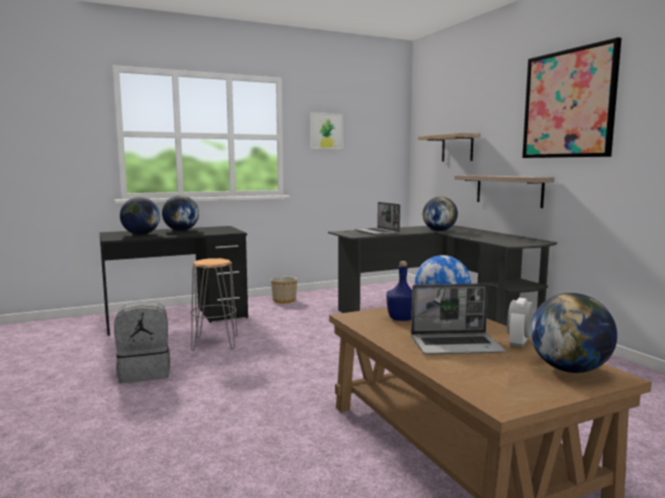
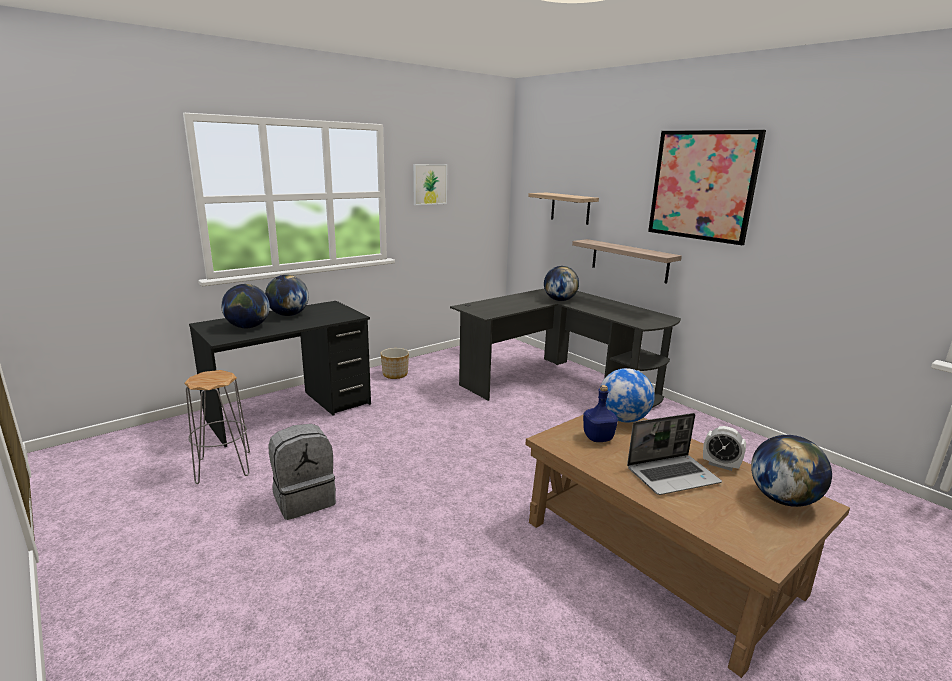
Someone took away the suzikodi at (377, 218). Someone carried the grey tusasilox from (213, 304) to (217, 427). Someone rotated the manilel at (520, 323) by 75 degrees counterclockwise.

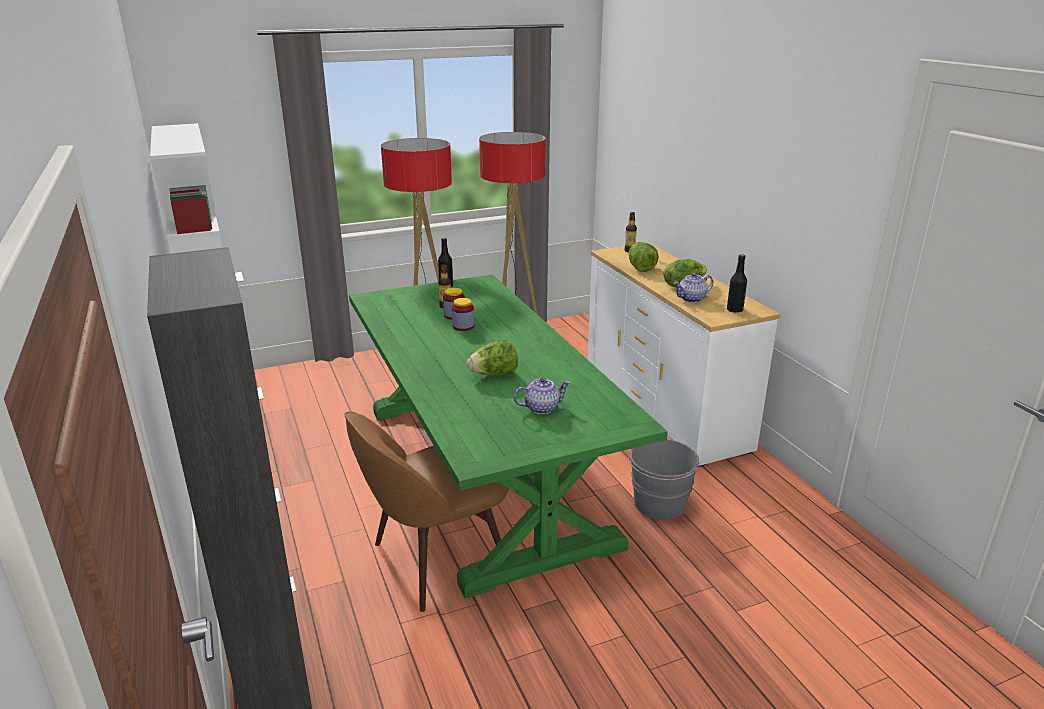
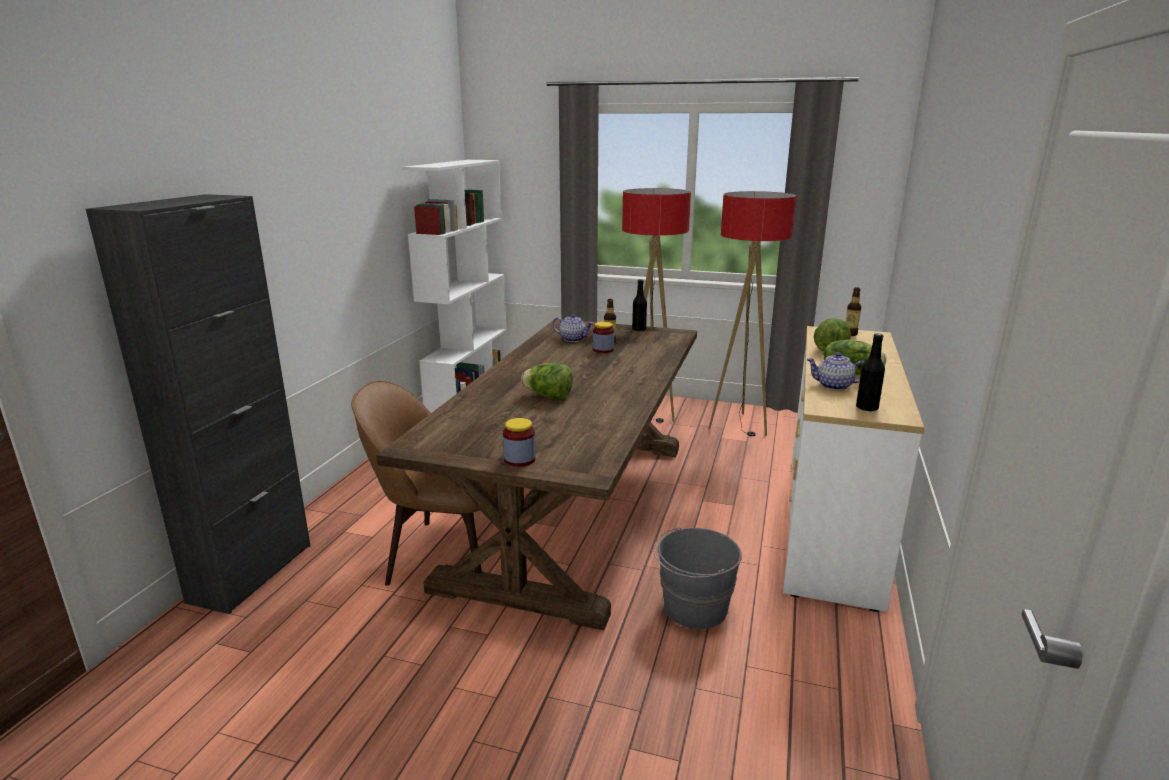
Someone repainted the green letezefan at (508, 436), which became the brown letezefan at (536, 474). Someone carried the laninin from (463, 314) to (519, 442). Someone carried the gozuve from (542, 395) to (573, 328).

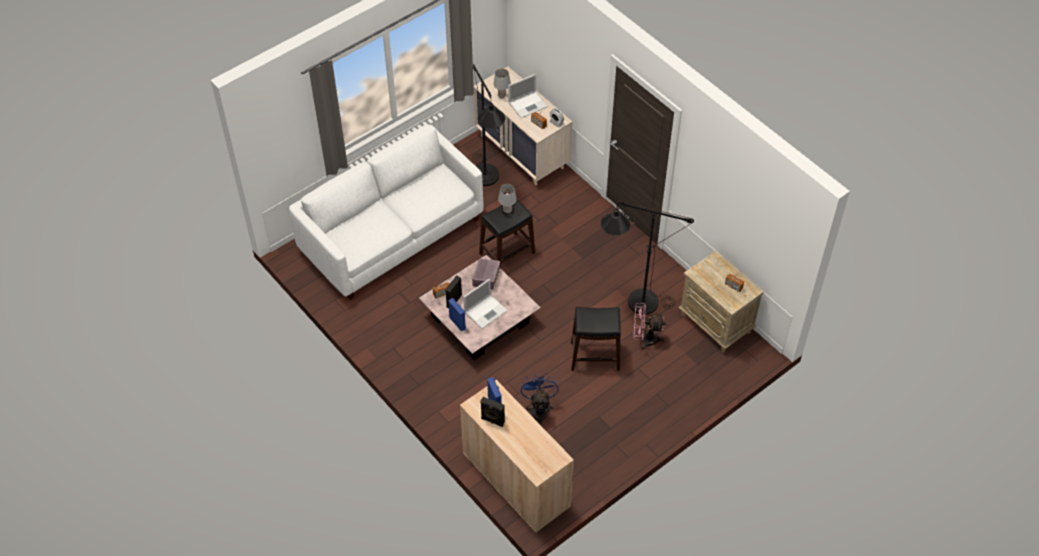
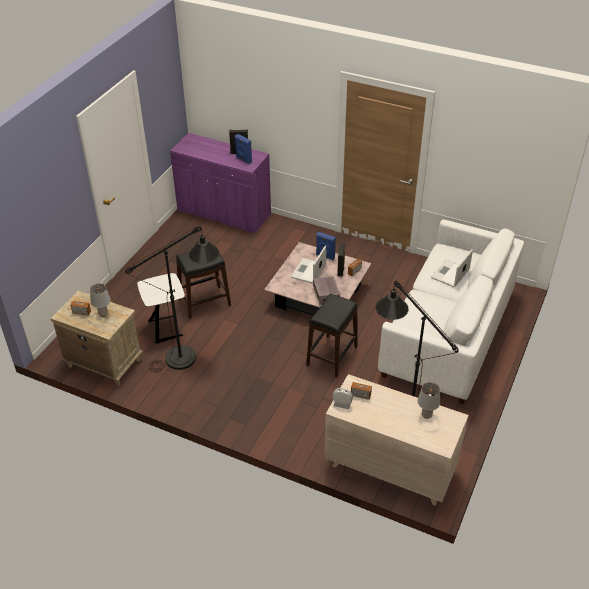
Someone carried the suzikodi from (528, 96) to (452, 268). Someone carried the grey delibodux from (507, 198) to (100, 300). Someone swapped the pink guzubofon at (649, 326) for the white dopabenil at (161, 308). Someone took away the blue guzubofon at (540, 399). Someone repainted the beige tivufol at (517, 456), which became the purple tivufol at (220, 183).

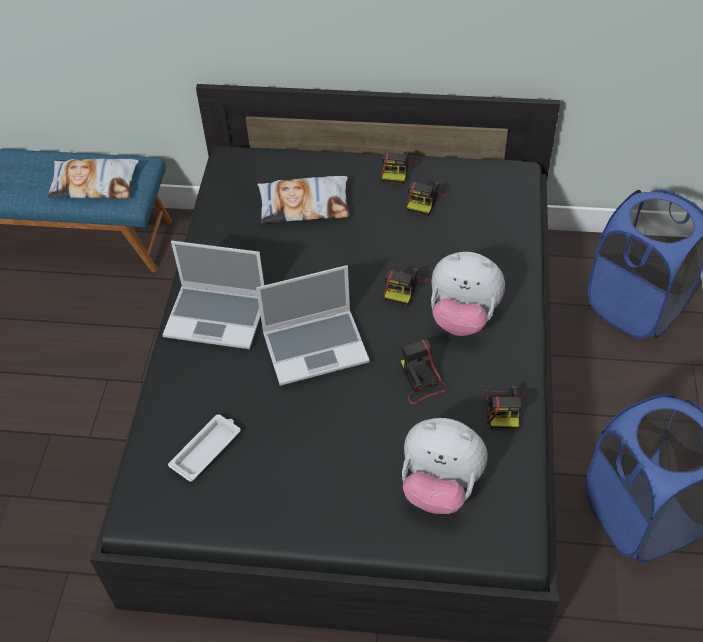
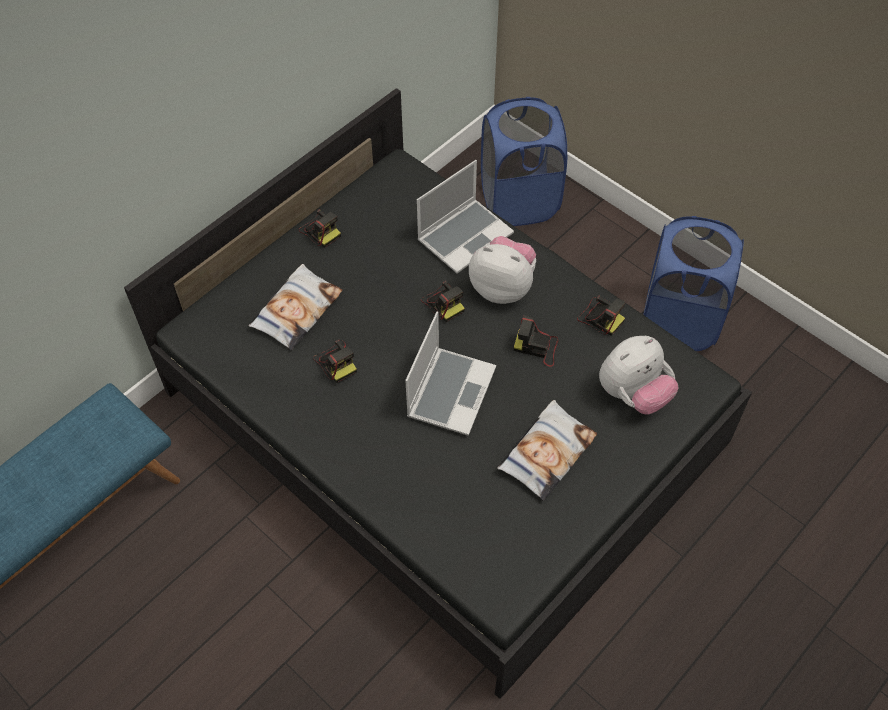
Someone carried the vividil from (93, 178) to (547, 450). Someone carried the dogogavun from (427, 199) to (335, 361). Someone carried the suzikodi from (213, 295) to (465, 217). Someone rotated the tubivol at (468, 294) by 120 degrees counterclockwise. Someone took away the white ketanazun at (204, 448).

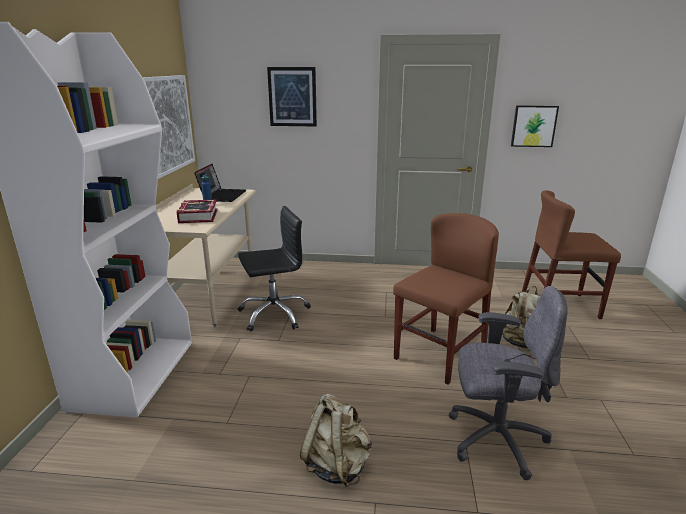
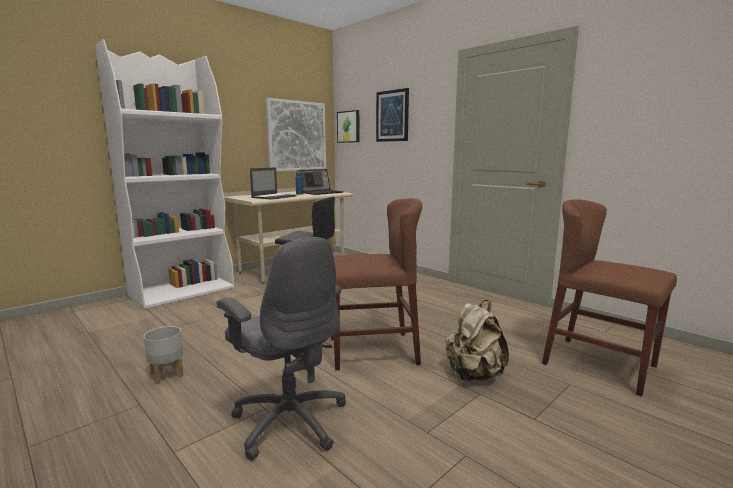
Someone carried the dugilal from (535, 126) to (348, 126). Someone swapped the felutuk at (197, 211) for the suzikodi at (273, 183). Someone swapped the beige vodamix at (336, 440) for the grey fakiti at (163, 355).

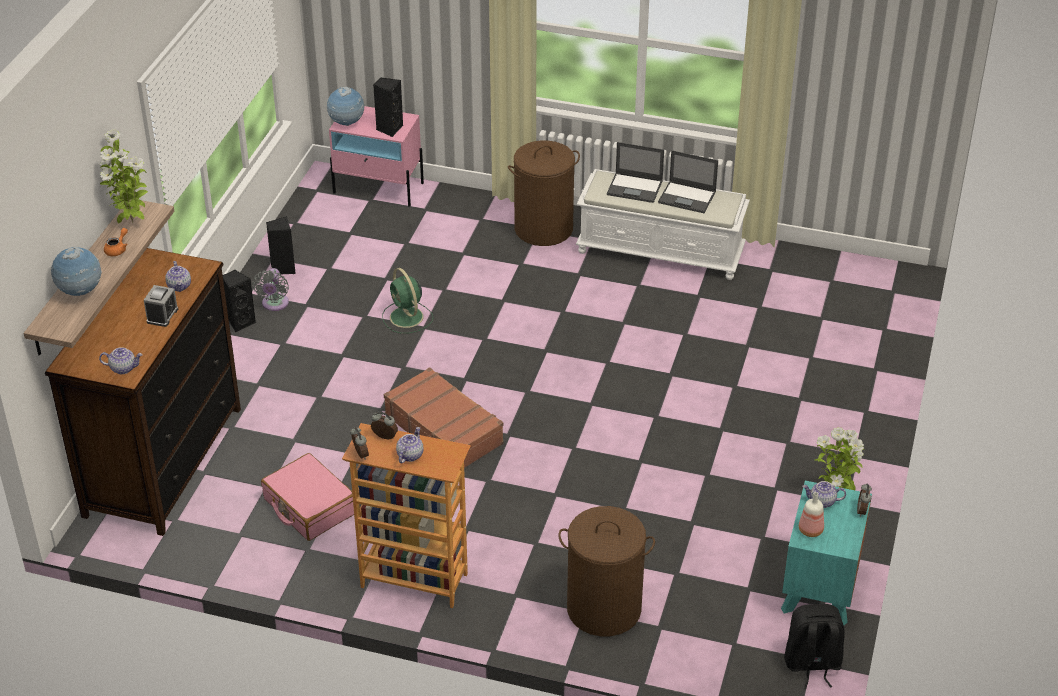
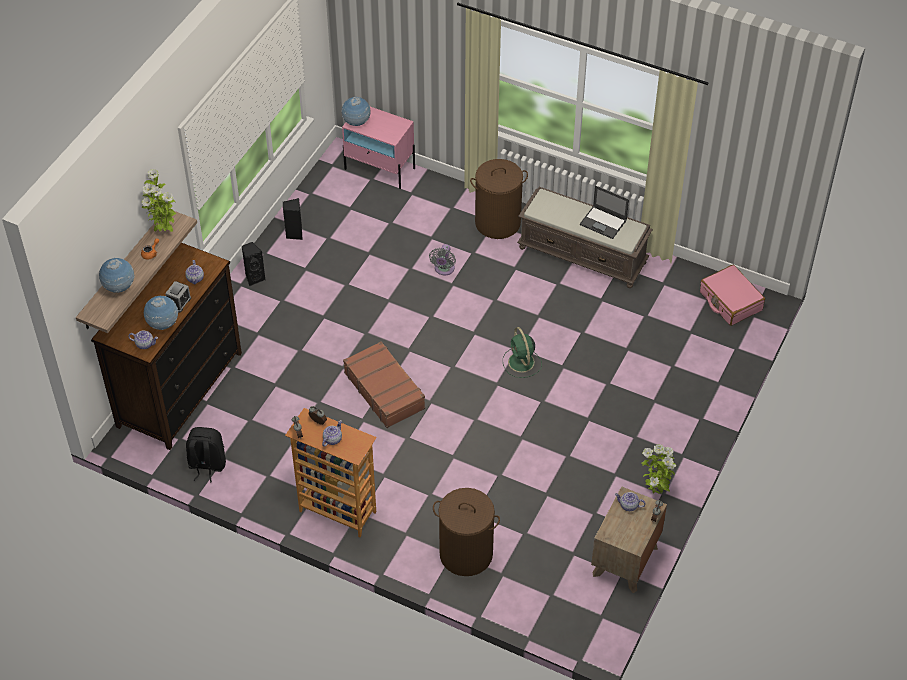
Someone took away the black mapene at (388, 107). Someone took away the suzikodi at (635, 172). Someone repainted the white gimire at (663, 224), which became the brown gimire at (585, 237). Someone carried the grey guzubofon from (270, 289) to (442, 259). Someone carried the green guzubofon from (407, 301) to (522, 352). Someone carried the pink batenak from (307, 497) to (732, 295). Someone repainted the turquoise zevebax at (826, 553), which became the brown zevebax at (629, 539). Someone took away the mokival at (811, 514). Someone carried the black vodamix from (814, 646) to (206, 455). Someone put down the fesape at (161, 313).

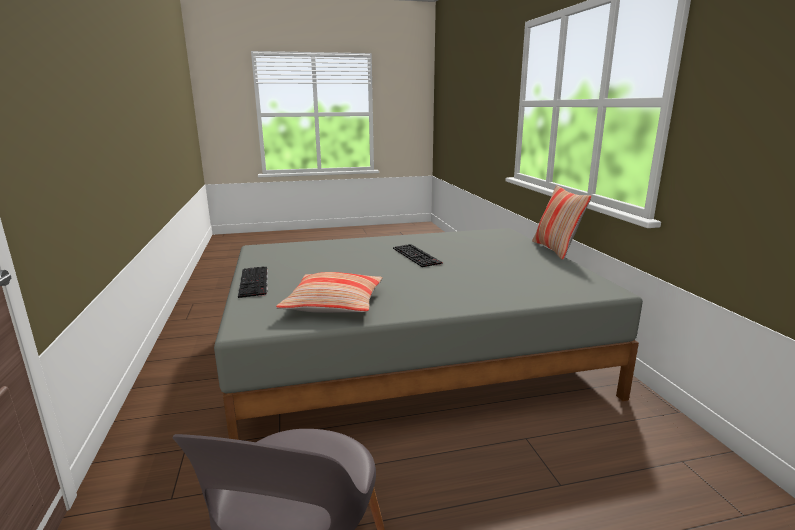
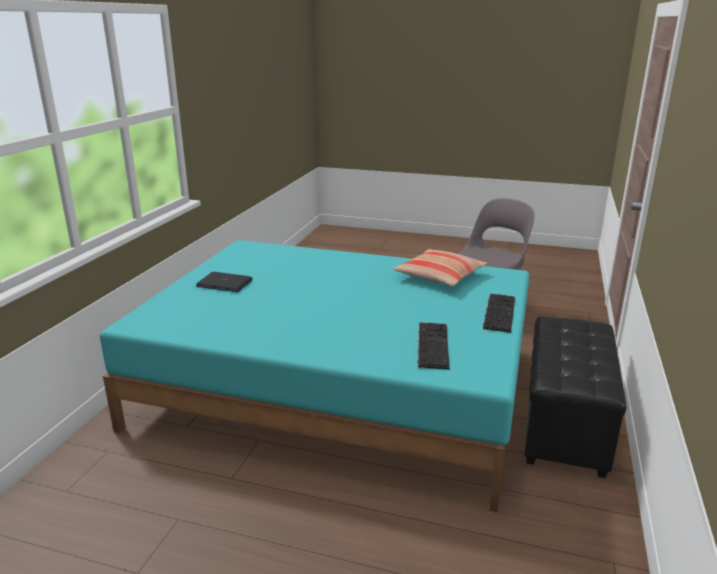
Someone took away the vividil at (561, 222). Someone repainted the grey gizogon at (428, 334), which became the turquoise gizogon at (315, 376). Someone carried the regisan from (418, 255) to (433, 346). Someone put down the suzikodi at (224, 282). Someone put down the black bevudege at (576, 397).

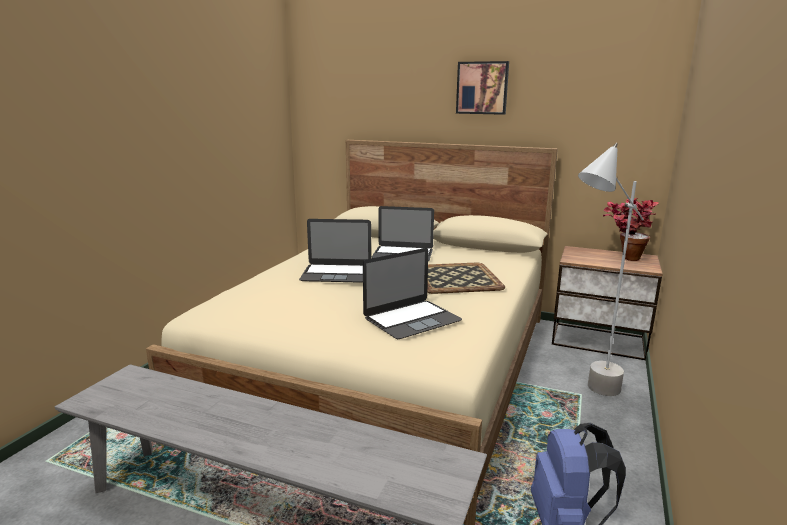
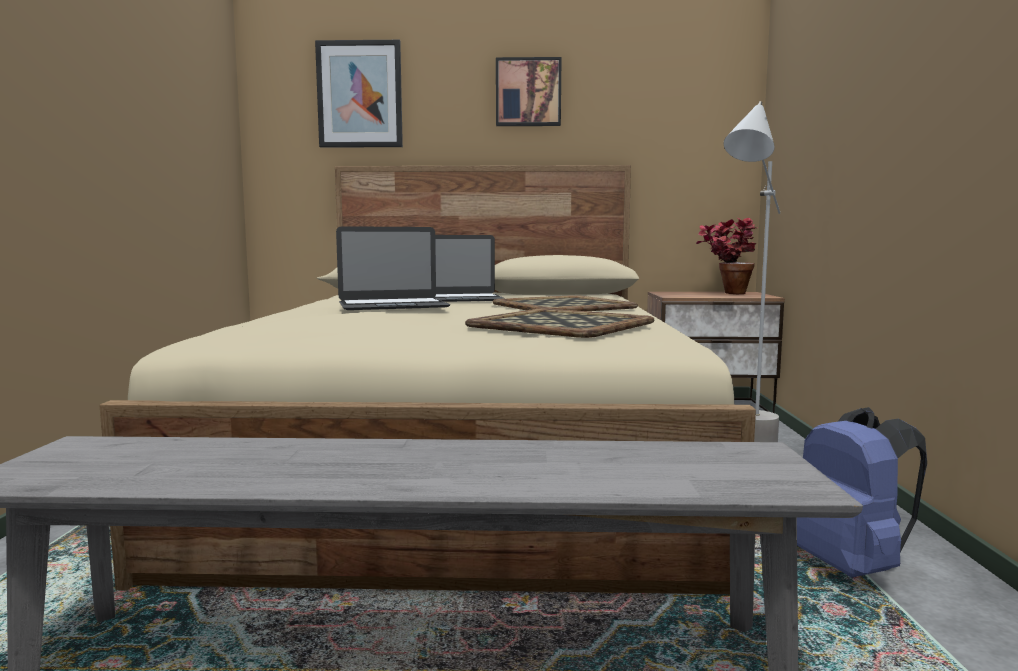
Someone swapped the suzikodi at (412, 293) for the ketanazun at (559, 323). Someone put up the dugilal at (359, 94).

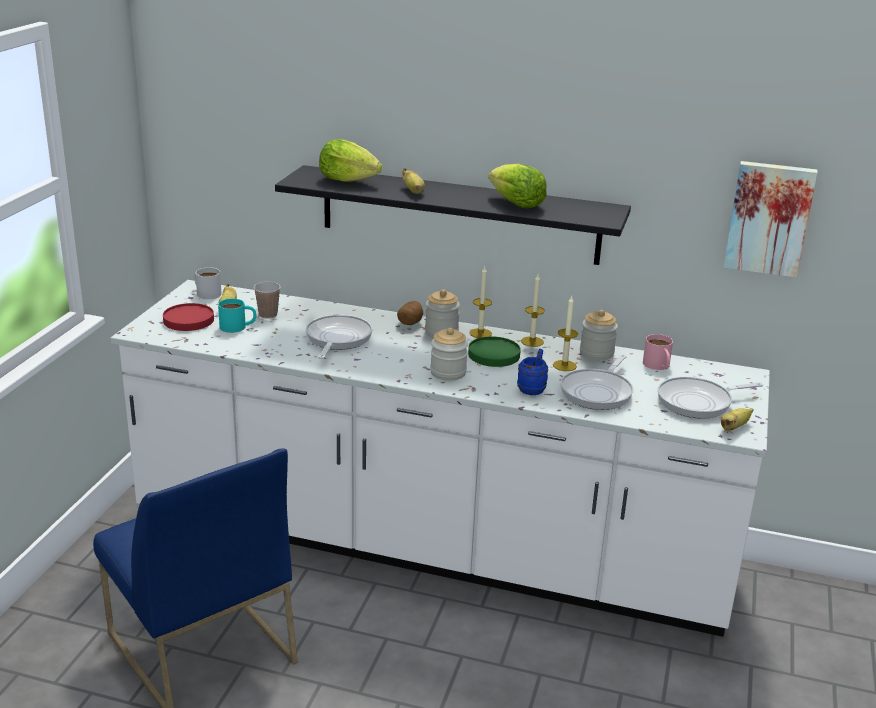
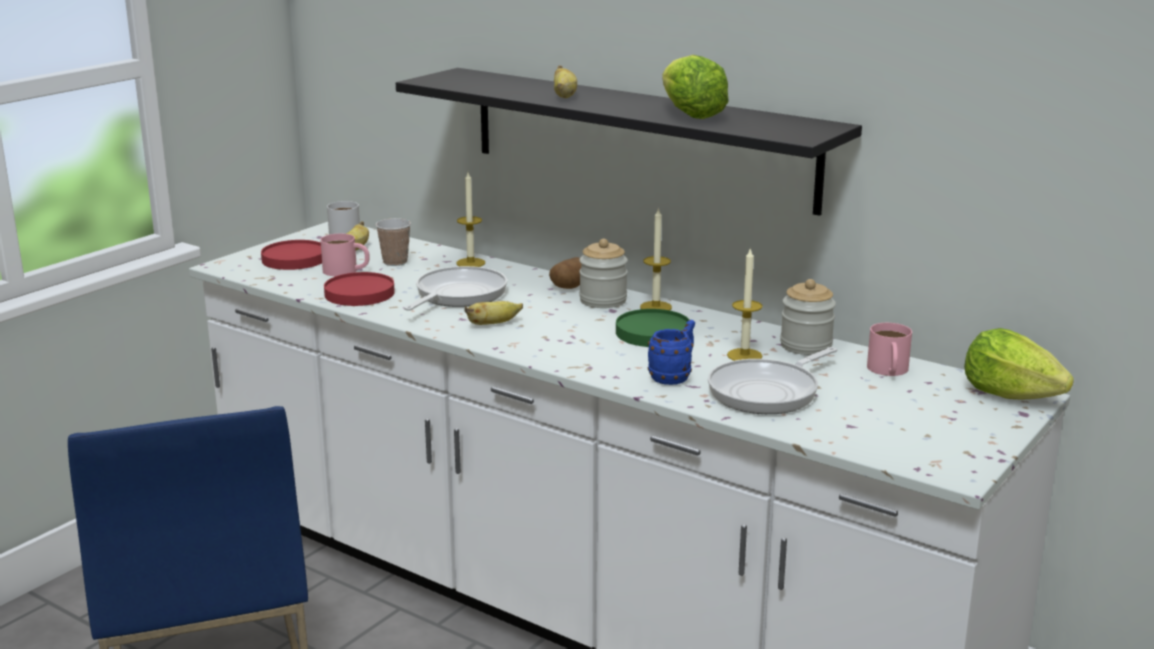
Someone carried the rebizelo from (350, 160) to (1019, 364). Someone took away the dugilal at (770, 219). Someone carried the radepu from (533, 311) to (470, 219). Someone repainted the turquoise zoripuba at (237, 316), which became the pink zoripuba at (345, 255). Someone took away the laninin at (449, 354). Someone took away the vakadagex at (710, 398). Someone carried the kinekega from (737, 419) to (494, 313). Someone put down the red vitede at (359, 289).

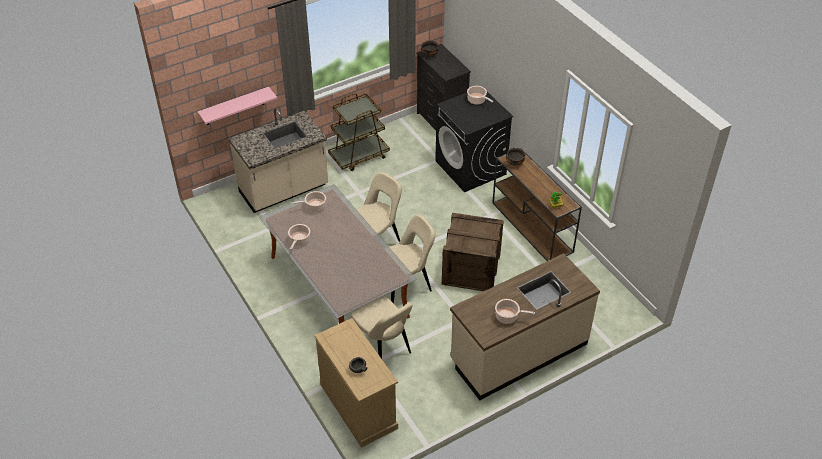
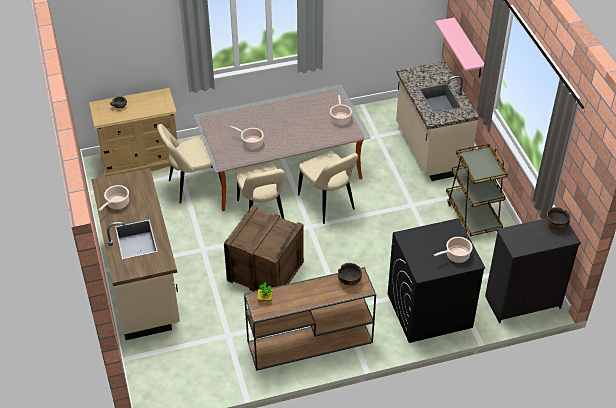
Someone carried the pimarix from (299, 237) to (247, 138).

